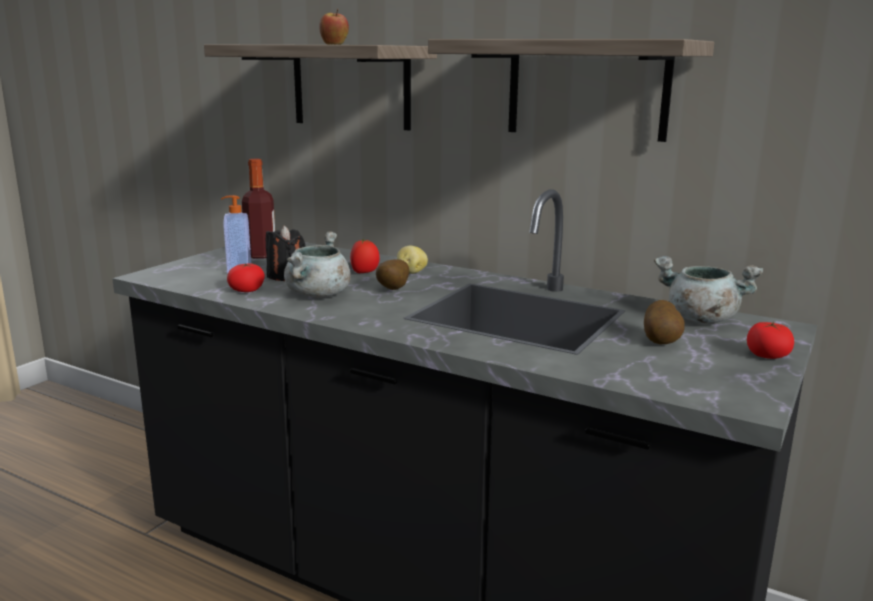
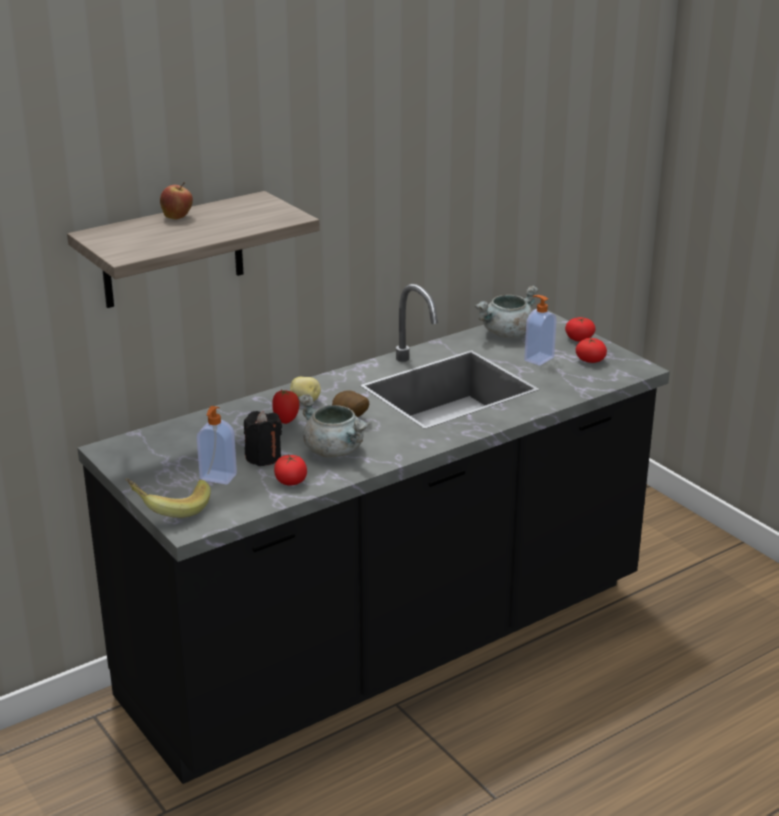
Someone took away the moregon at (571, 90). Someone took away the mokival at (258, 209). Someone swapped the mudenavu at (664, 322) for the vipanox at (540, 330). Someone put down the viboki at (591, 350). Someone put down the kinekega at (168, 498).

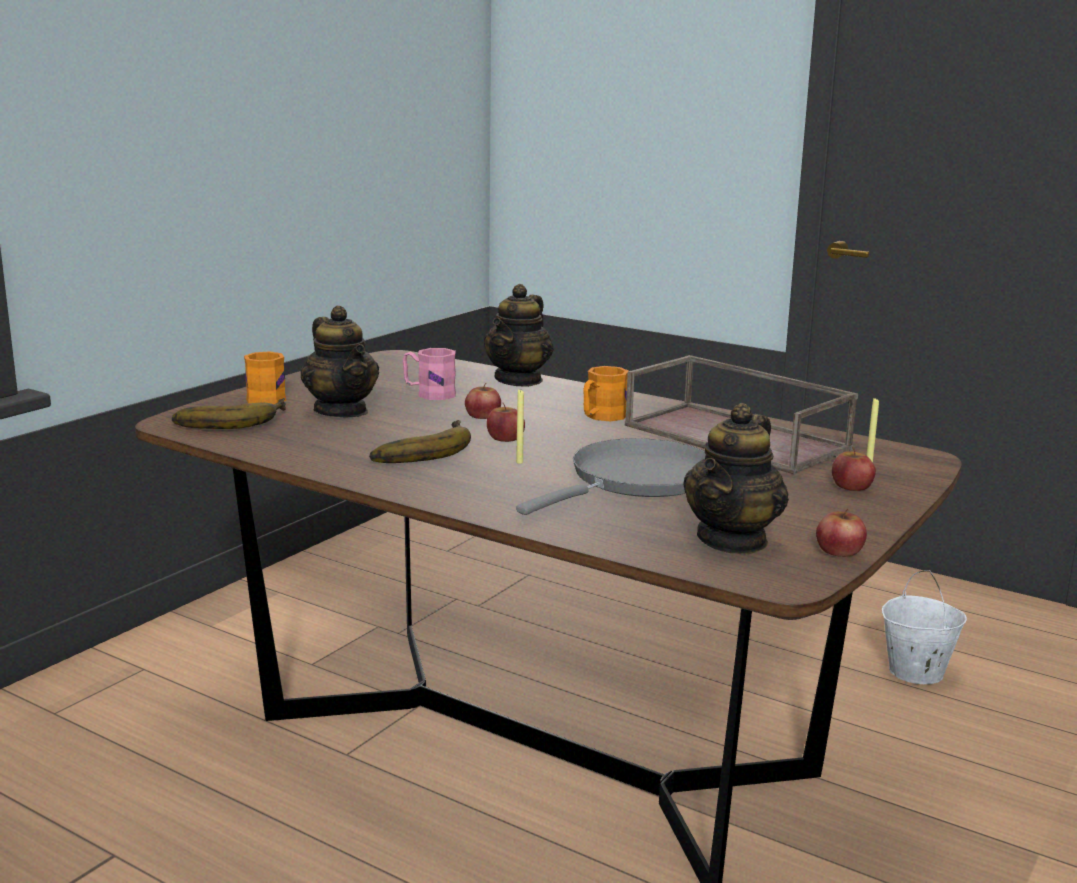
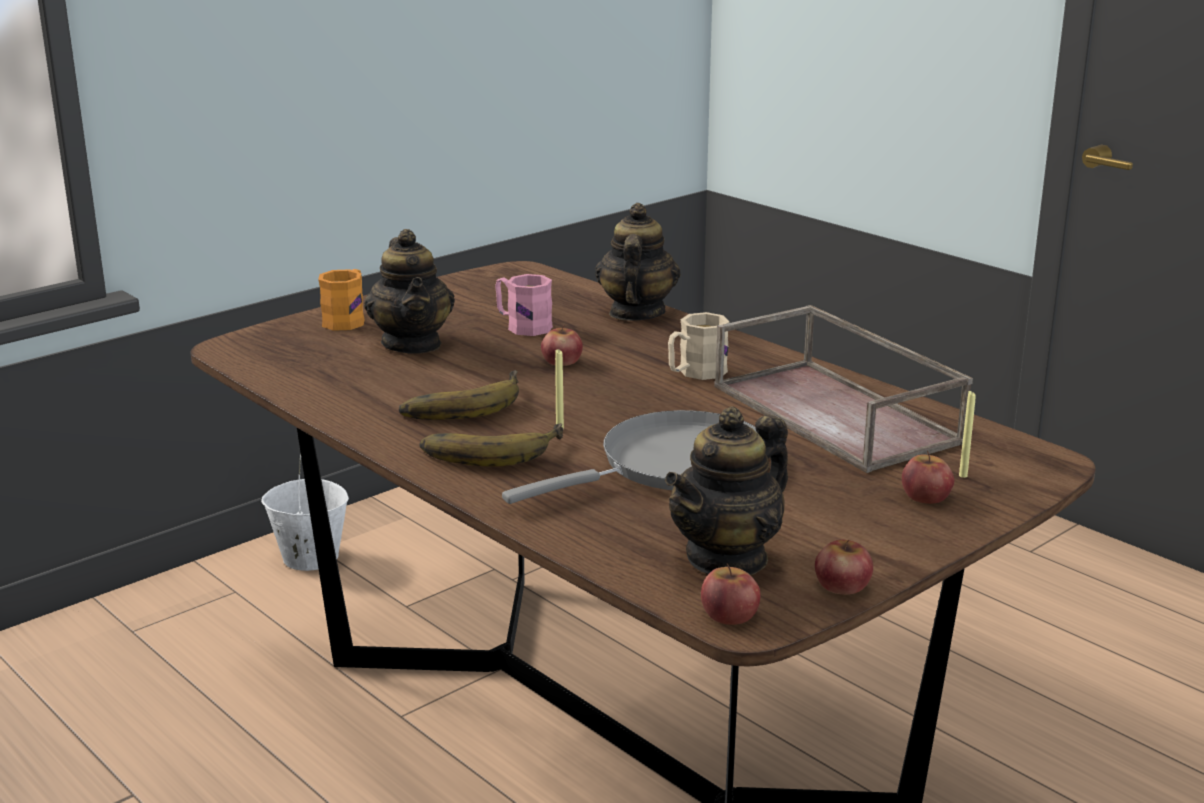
Someone rotated the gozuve at (519, 335) by 150 degrees clockwise. Someone repainted the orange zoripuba at (605, 394), which became the beige zoripuba at (698, 346). Someone carried the kinekega from (229, 413) to (491, 445). Someone carried the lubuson from (506, 422) to (730, 594). Someone carried the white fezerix from (924, 627) to (305, 512).

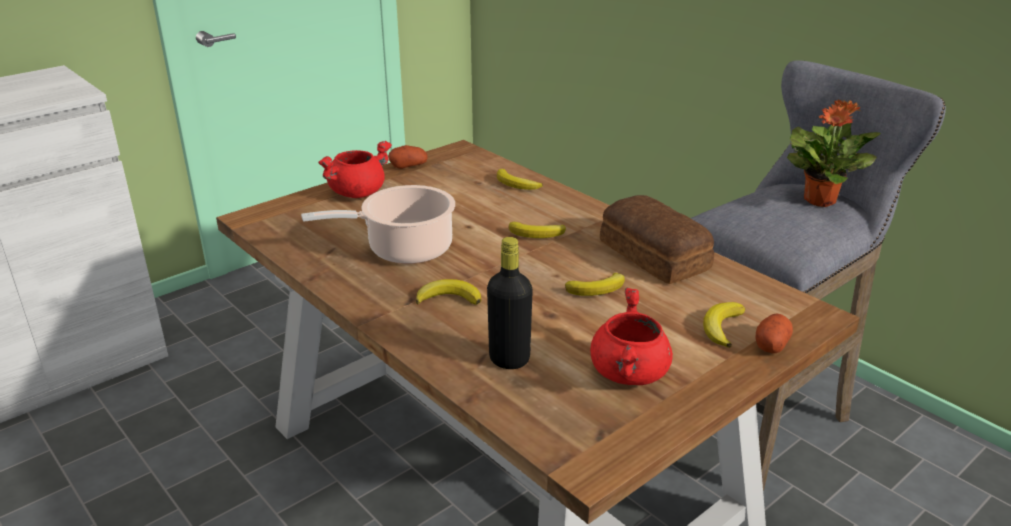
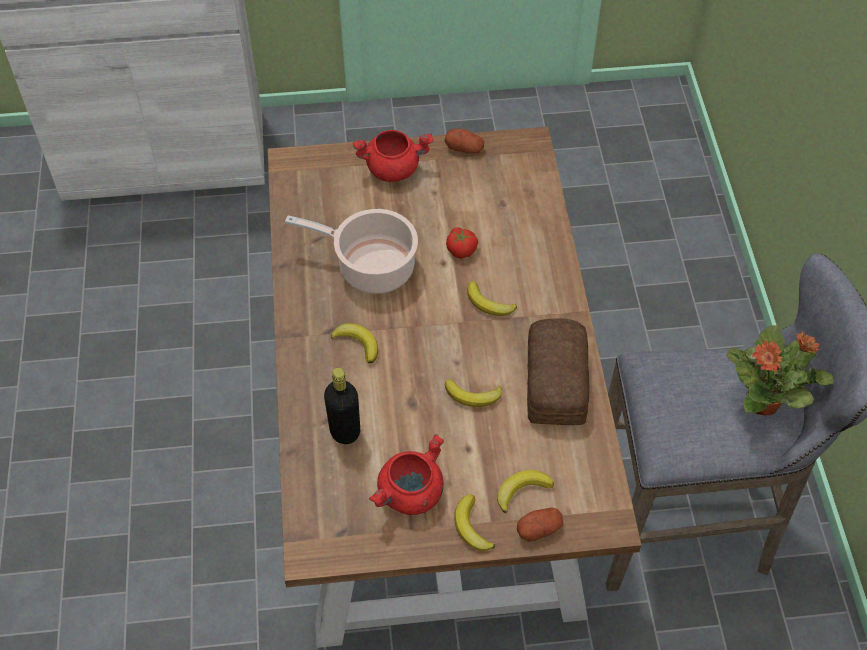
Someone carried the kinekega from (520, 179) to (474, 522). Someone put down the viboki at (462, 243).

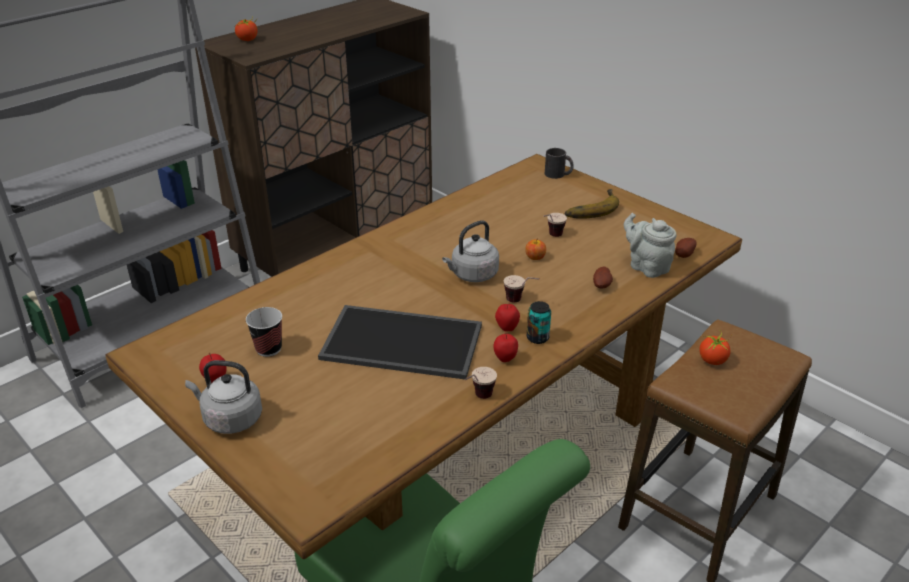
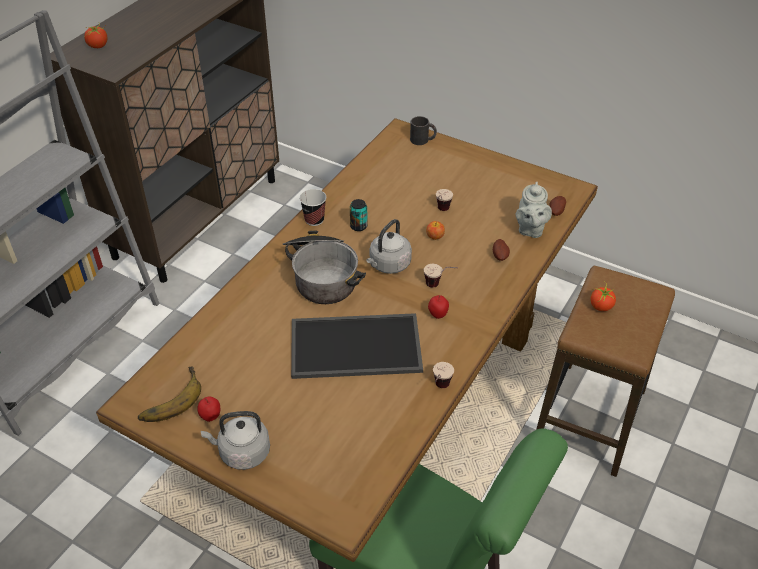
Someone carried the kinekega from (592, 204) to (169, 394). Someone rotated the grey gozuve at (650, 245) by 120 degrees counterclockwise. Someone carried the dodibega from (539, 322) to (359, 215). Someone carried the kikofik from (264, 332) to (313, 207). Someone took away the lubuson at (506, 347). Someone put down the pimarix at (324, 267).

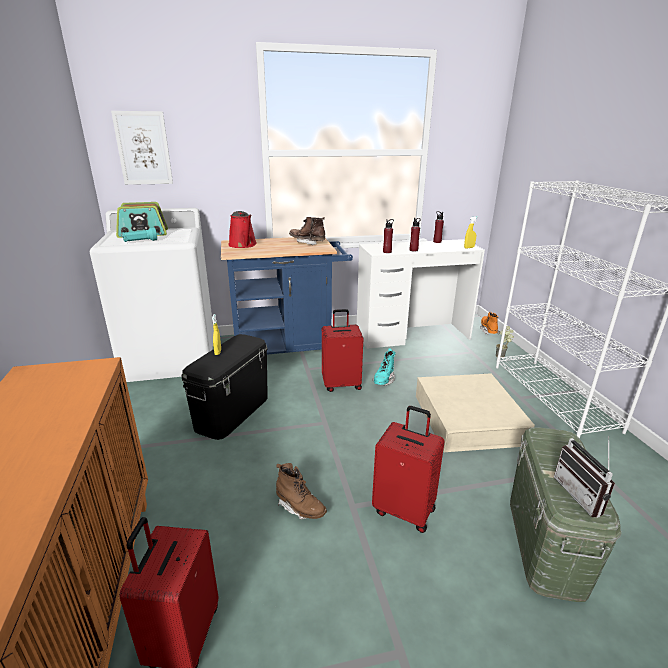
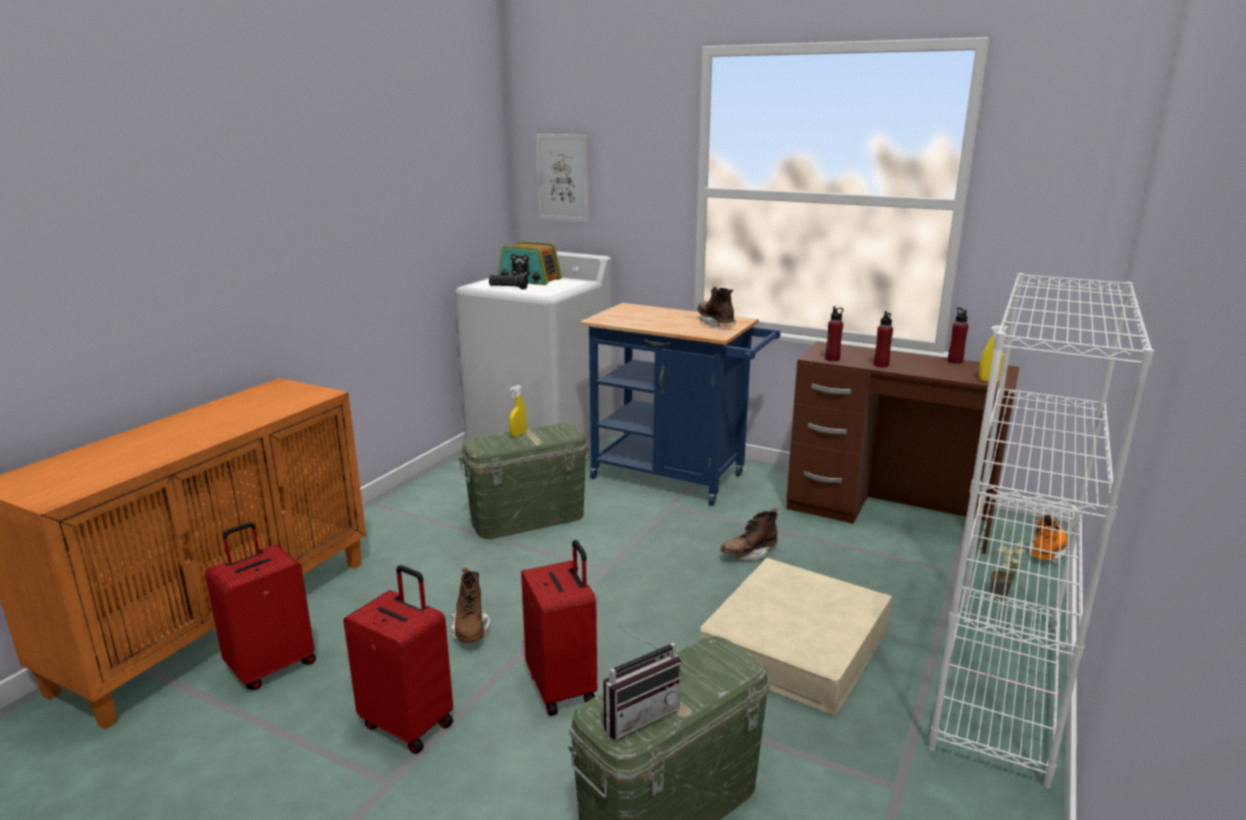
Someone took away the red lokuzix at (242, 229). Someone repainted the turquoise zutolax at (139, 234), which became the black zutolax at (508, 281). Someone repainted the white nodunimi at (421, 294), which became the brown nodunimi at (903, 447). Someone carried the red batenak from (342, 350) to (398, 659). Someone repainted the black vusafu at (225, 387), which became the green vusafu at (524, 481). Someone repainted the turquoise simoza at (384, 366), which became the brown simoza at (749, 534). Someone rotated the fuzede at (584, 477) by 150 degrees counterclockwise.

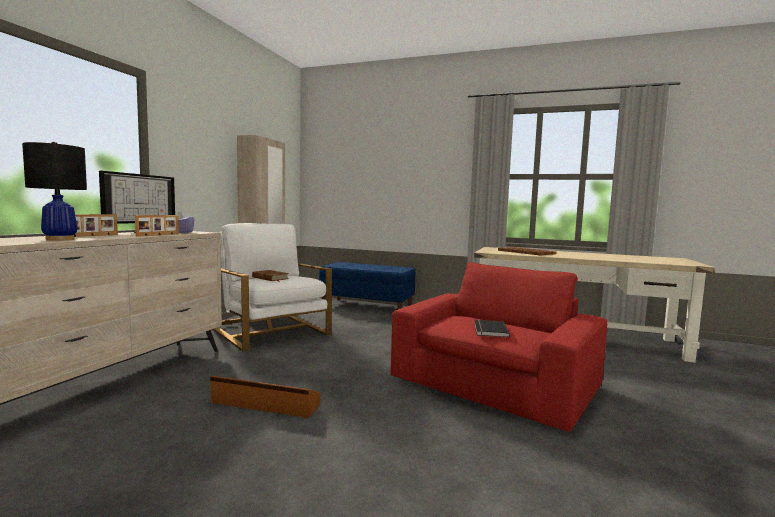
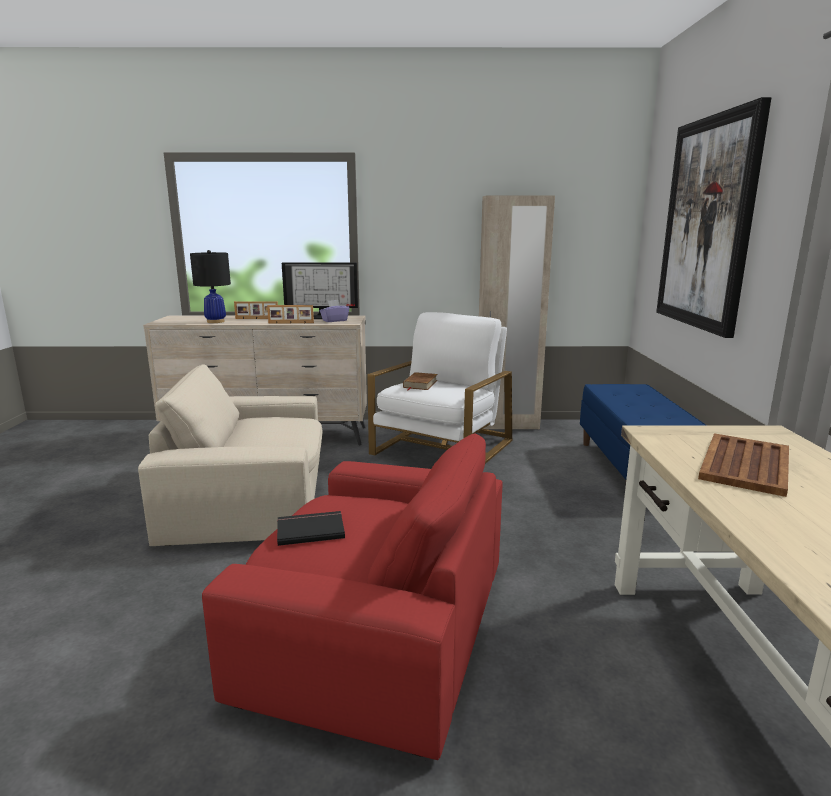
Someone swapped the brown vusafu at (265, 397) for the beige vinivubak at (230, 455). Someone put up the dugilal at (714, 217).

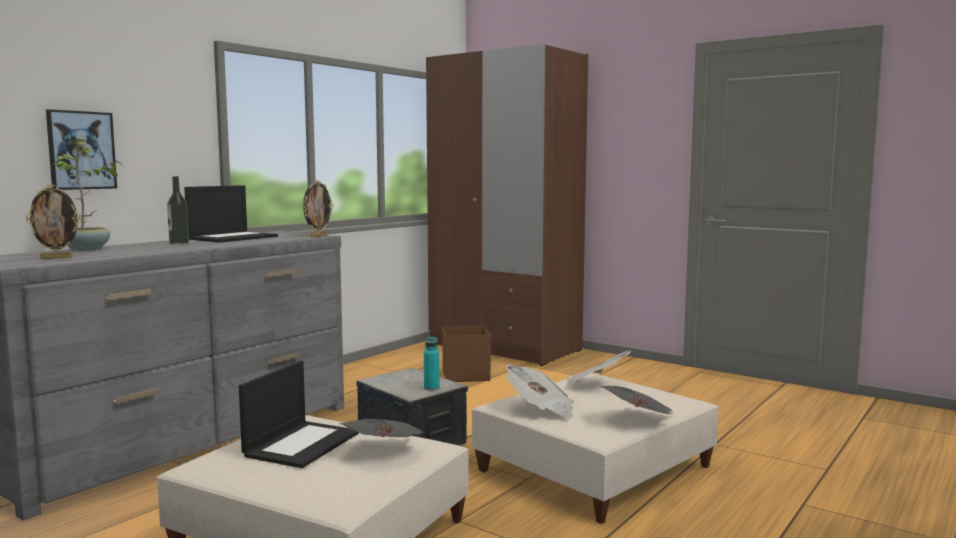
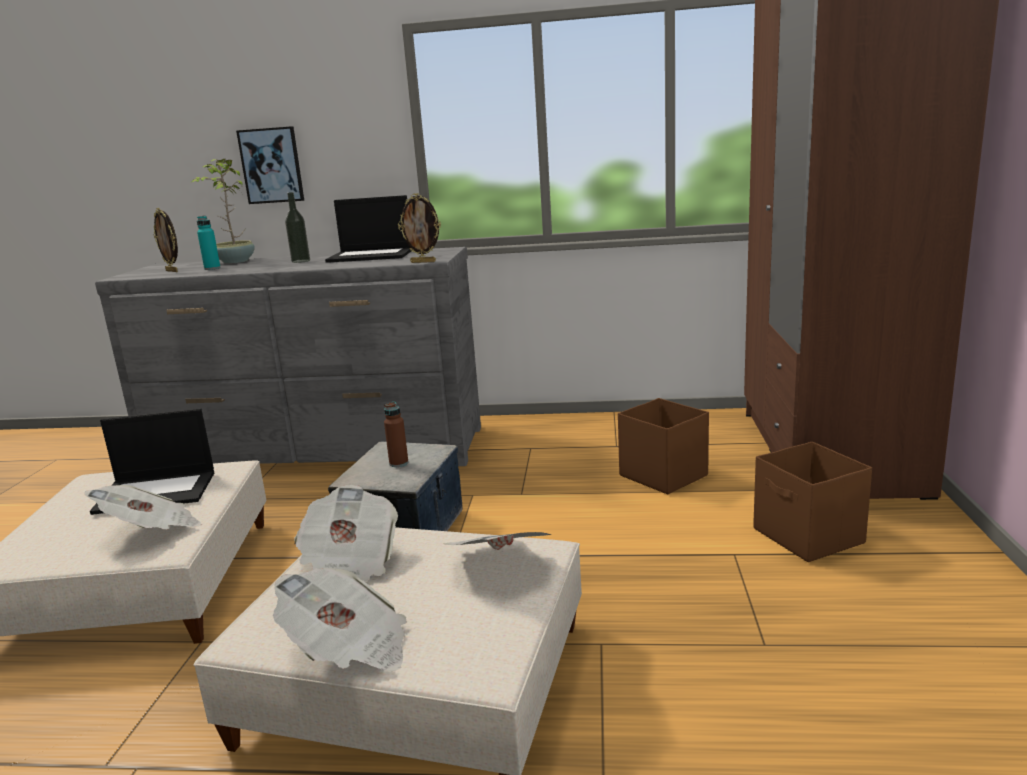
Someone carried the turquoise mokival from (432, 364) to (209, 243). Someone put down the brown mokival at (396, 434). Someone put down the brown vusafu at (812, 502).

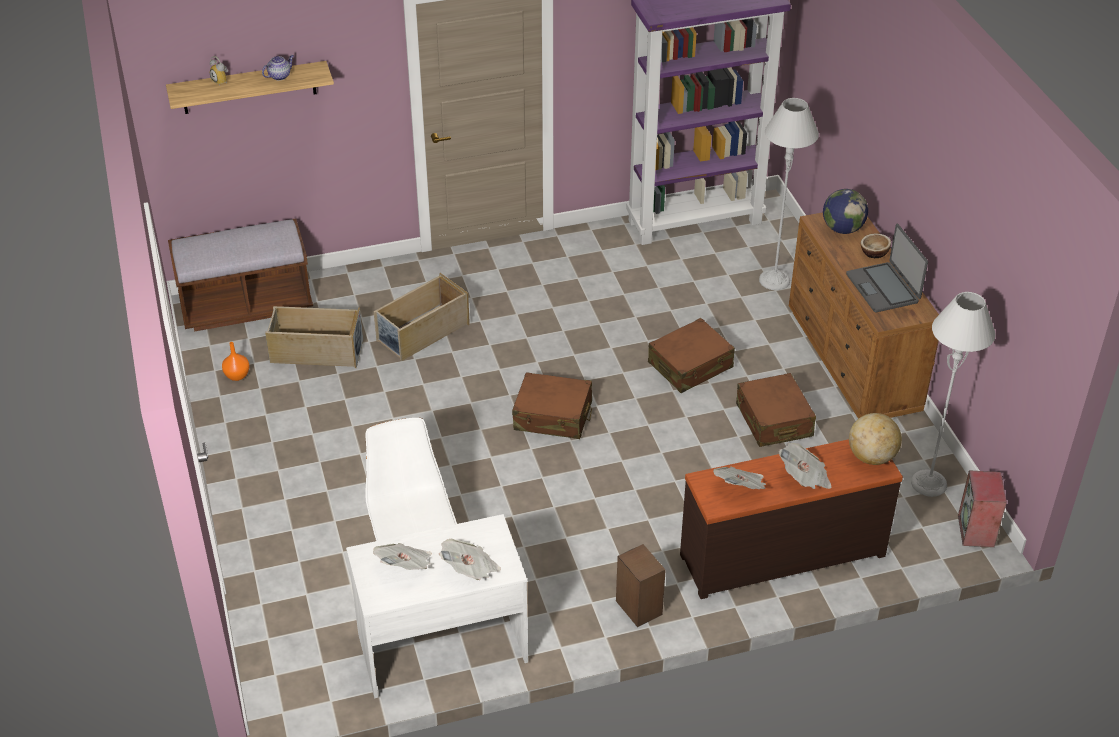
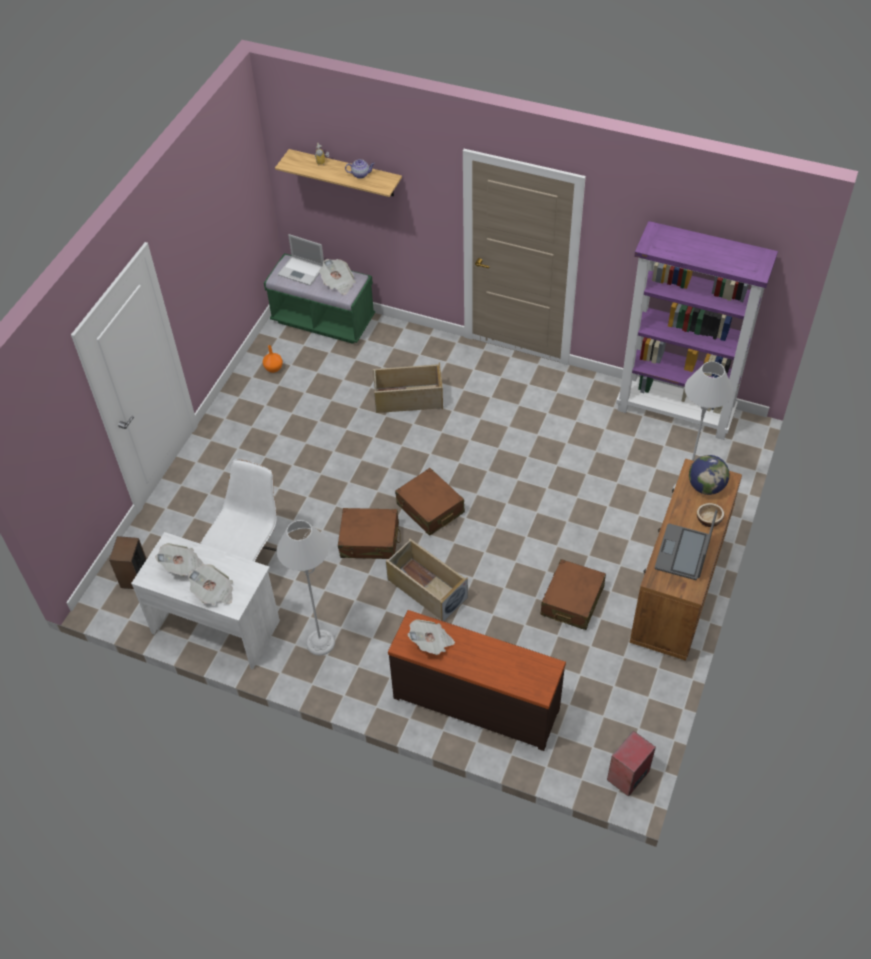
Someone repainted the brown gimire at (240, 275), which became the green gimire at (319, 298). Someone carried the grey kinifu from (953, 394) to (306, 588). Someone carried the beige vusafu from (314, 337) to (427, 580). Someone carried the brown batenak from (691, 355) to (369, 533). Someone took away the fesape at (875, 439). Someone carried the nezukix from (805, 466) to (338, 277). Someone carried the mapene from (641, 585) to (128, 562). Someone put down the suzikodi at (300, 260).

